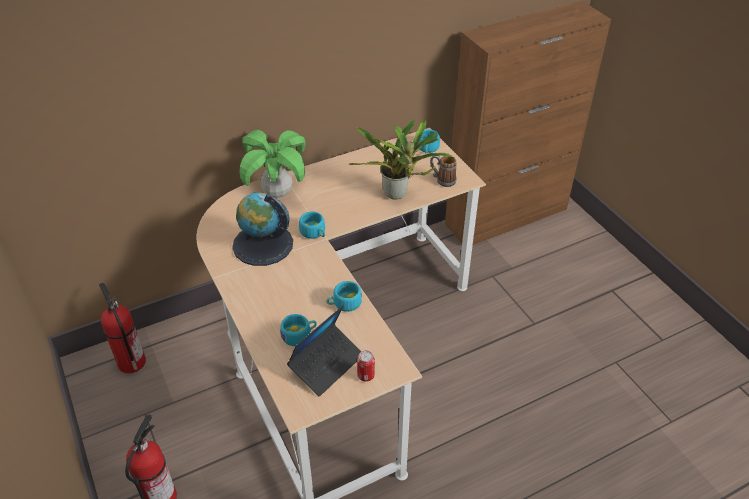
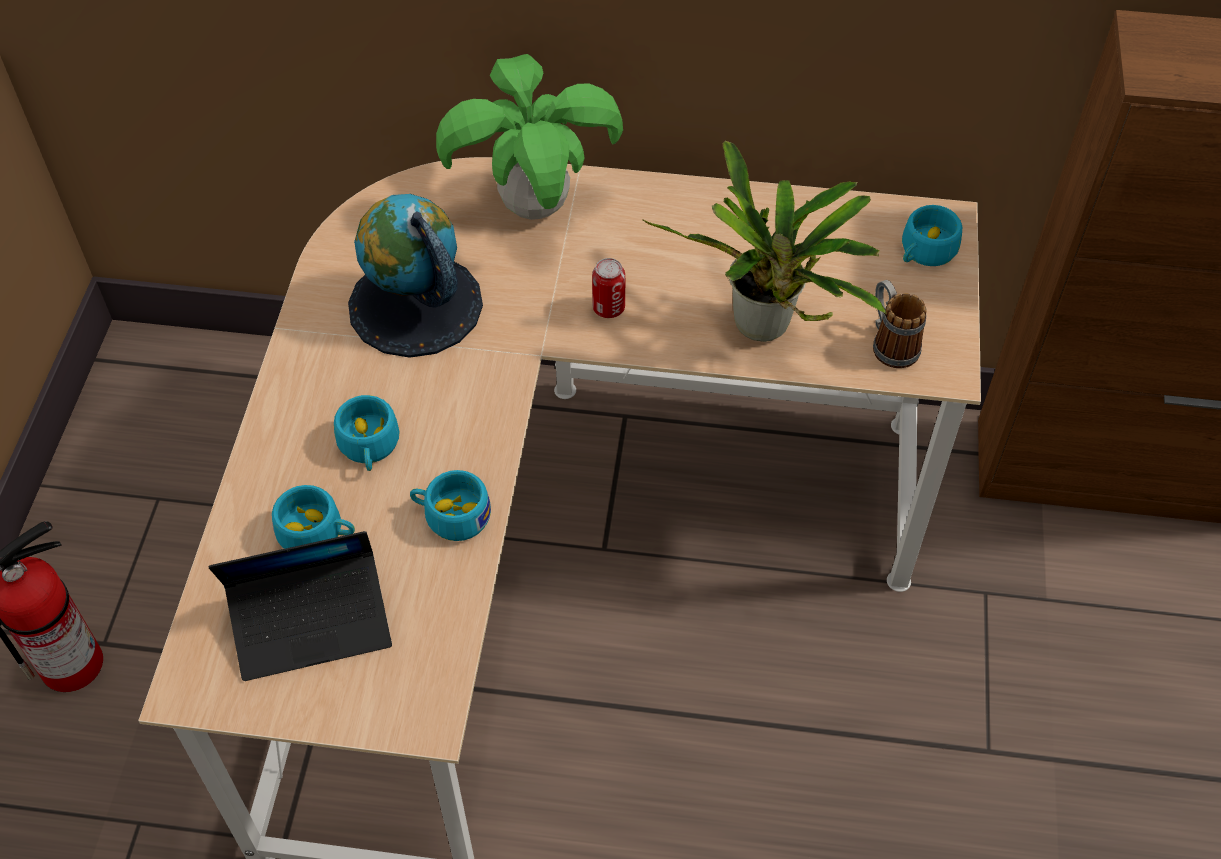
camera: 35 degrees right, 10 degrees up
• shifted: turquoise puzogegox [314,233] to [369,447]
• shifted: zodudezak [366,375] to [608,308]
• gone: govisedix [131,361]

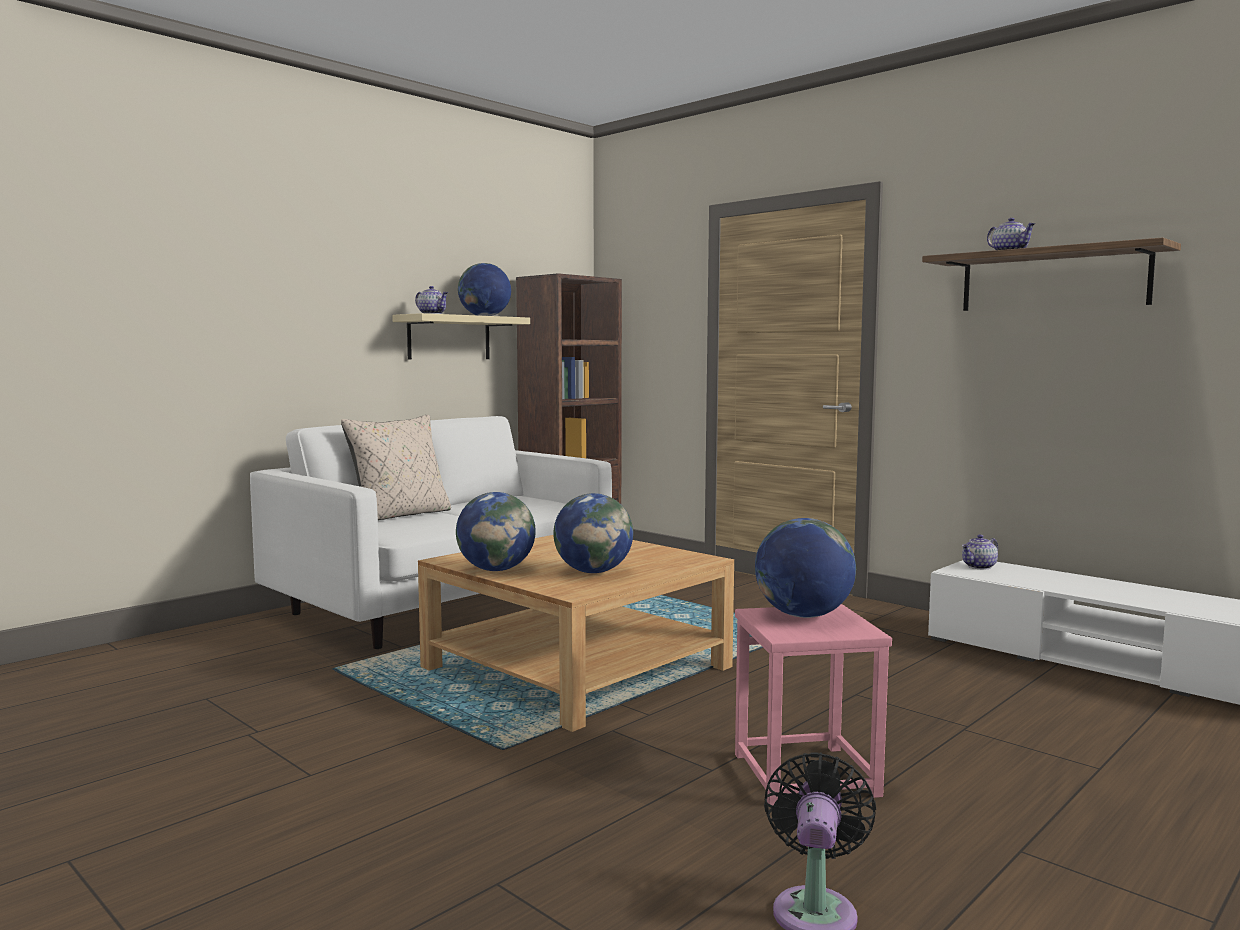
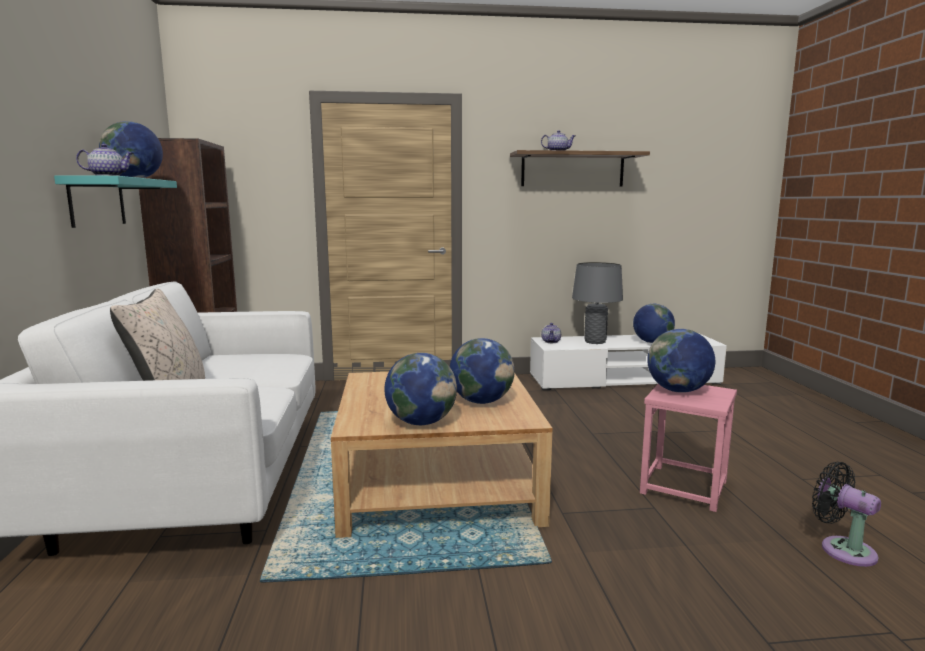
camera: 50 degrees left, 5 degrees up
• repainted: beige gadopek [449,338] to turquoise gadopek [97,202]
• new: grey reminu [595,342]
• new: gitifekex [652,342]

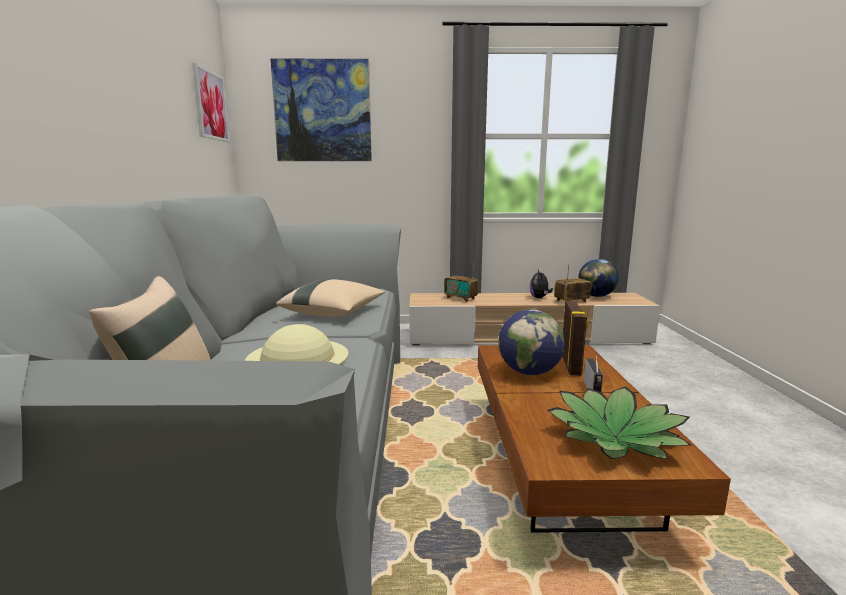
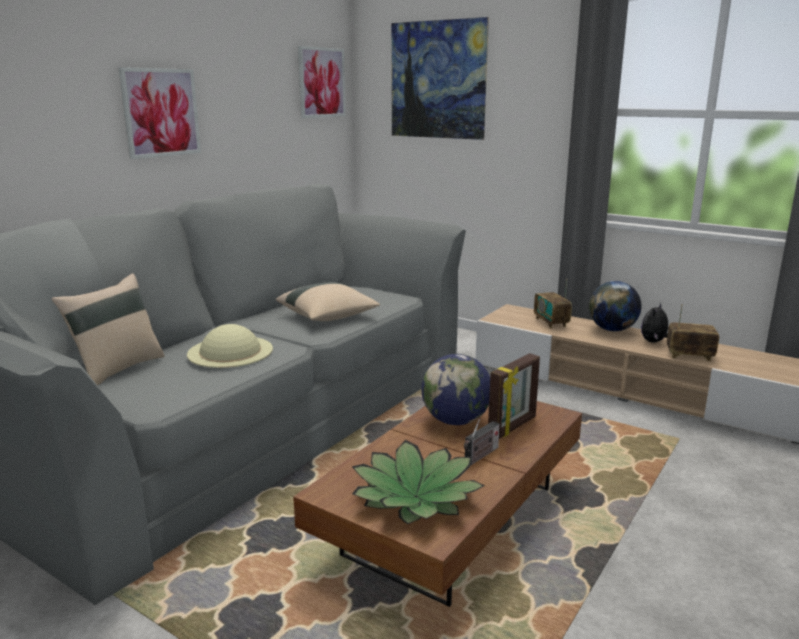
camera: 35 degrees right, 5 degrees up
• new: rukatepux [161,112]
• shifted: gitifekex [596,296] to [612,330]

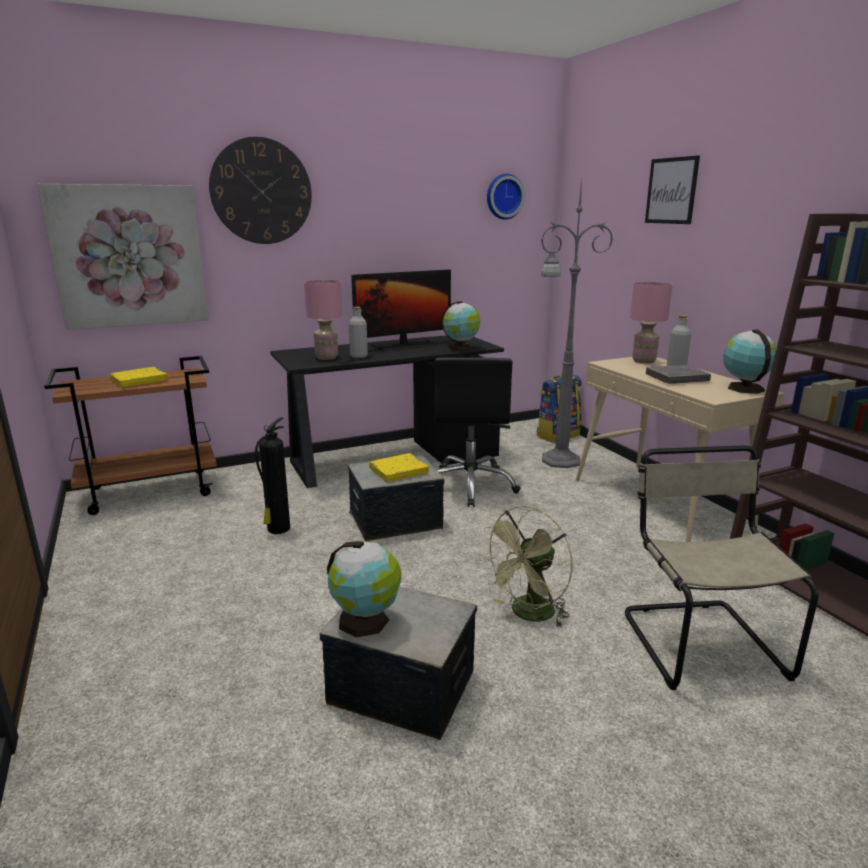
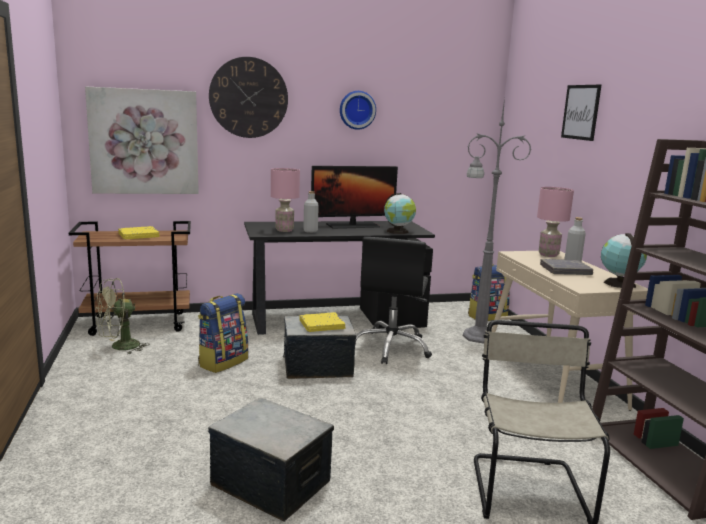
camera: 10 degrees right, 5 degrees down
• shifted: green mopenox [528,615] to [119,347]
• swapped: govisedix [278,529] to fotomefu [223,362]
• shifted: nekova [503,196] to [357,110]
• gone: gitifekex [366,621]

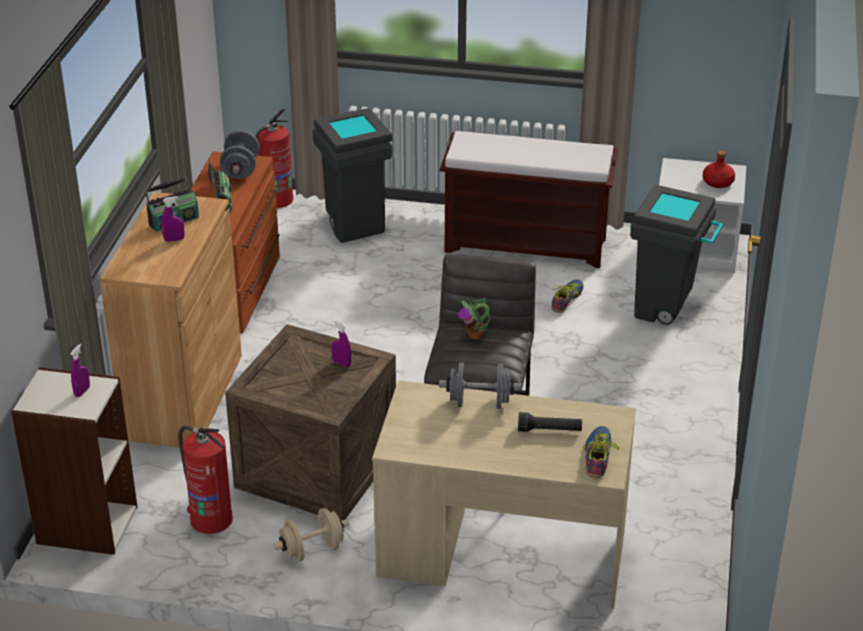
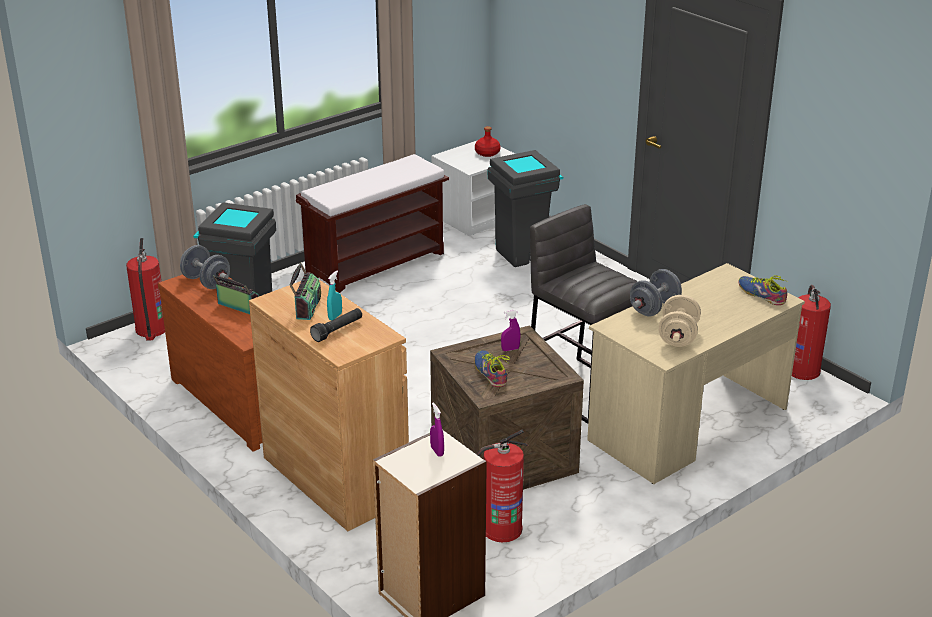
camera: 50 degrees left, 5 degrees down
• shifted: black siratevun [549,430] to [337,330]
• repainted: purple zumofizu [174,240] to turquoise zumofizu [335,316]
• shifted: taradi [566,299] to [490,372]
• shifted: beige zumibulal [312,550] to [678,336]
• new: govisedix [803,370]
• gone: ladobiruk [476,335]

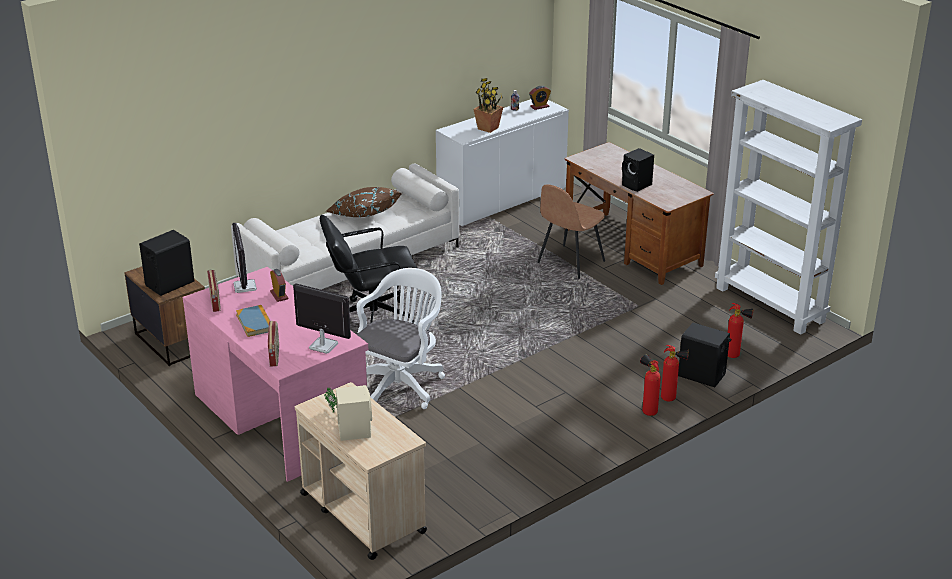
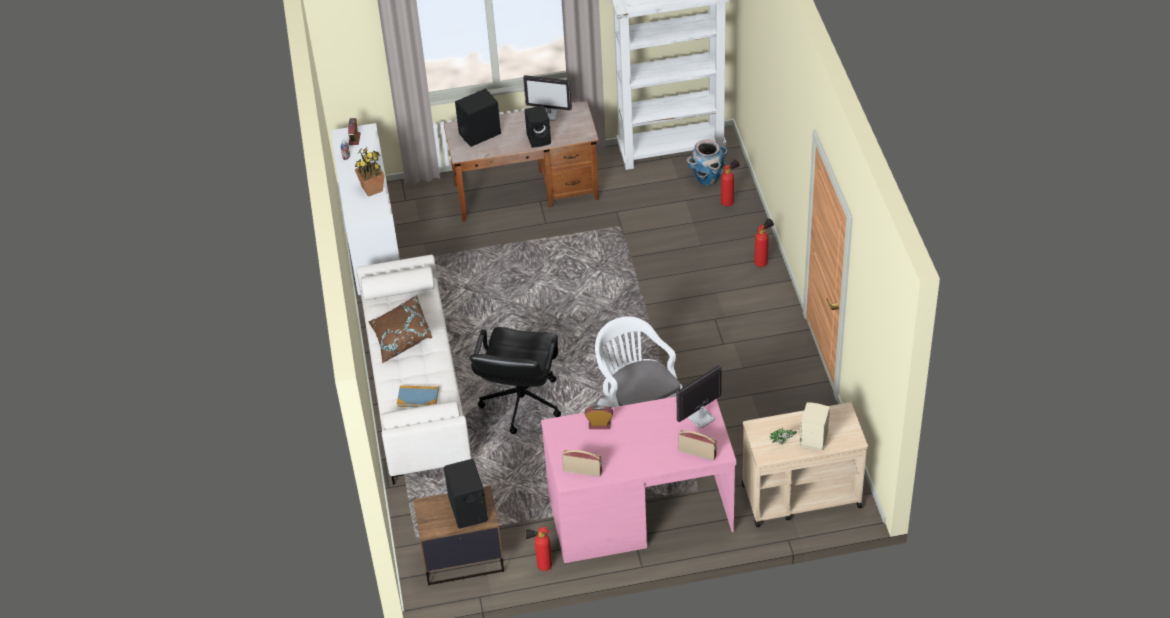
camera: 60 degrees left, 15 degrees up
• shifted: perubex [255,323] to [418,398]
• shifted: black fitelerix [702,375] to [480,134]
• shifted: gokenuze [245,287] to [549,114]
• shifted: govisedix [647,411] to [541,566]
• new: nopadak [707,179]
• gone: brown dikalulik [569,262]

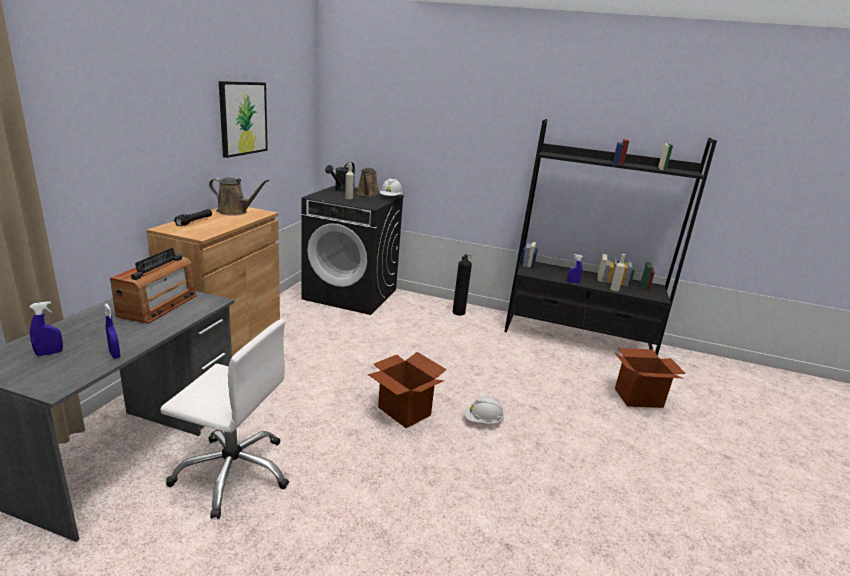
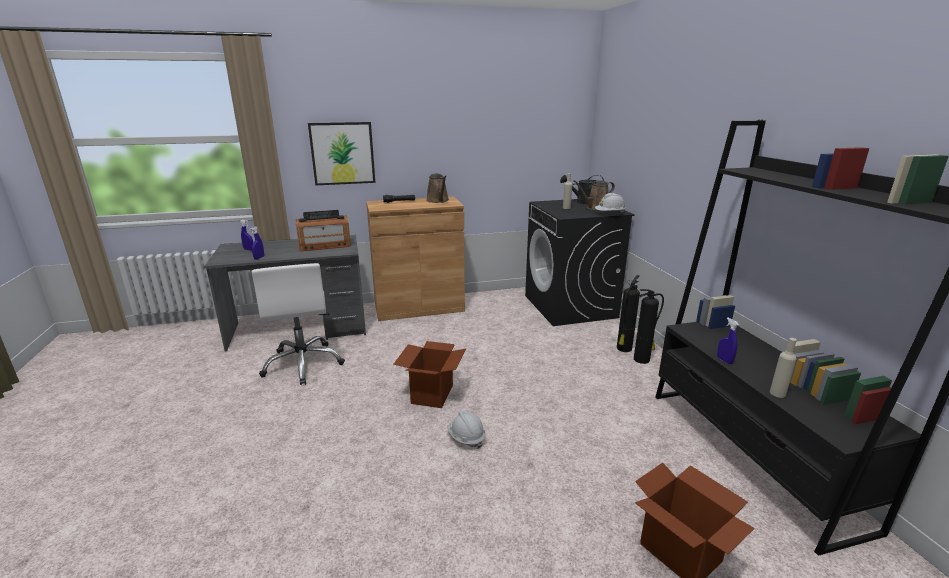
camera: 60 degrees right, 0 degrees up
• shifted: rukatepux [243,118] to [342,153]
• new: govisedix [623,349]

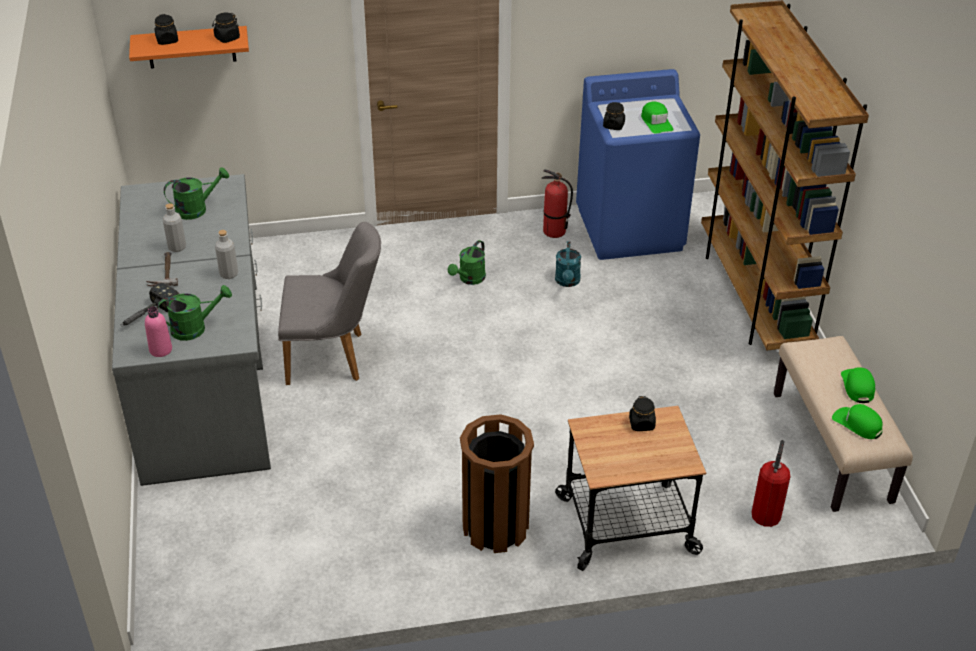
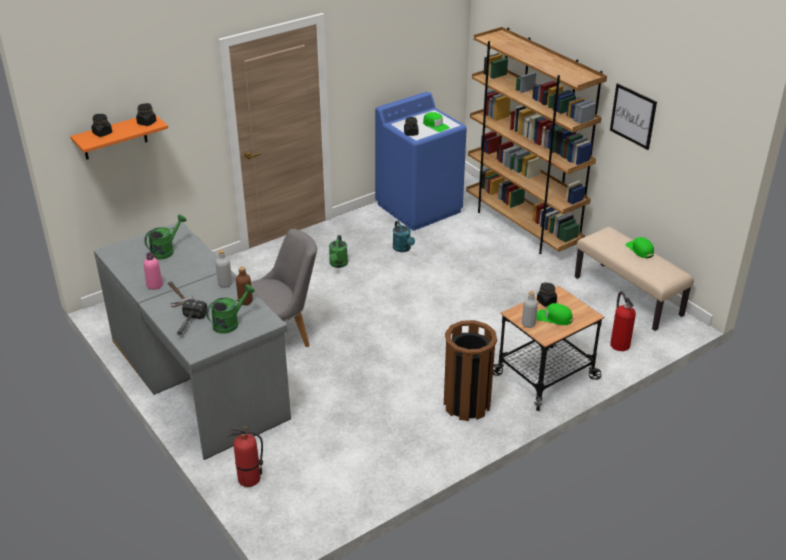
camera: 25 degrees left, 5 degrees down
• shifted: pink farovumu [160,350] to [154,285]
• shifted: govisedix [554,232] to [249,479]
• new: brown farovumu [245,301]
• shifted: grey farovumu [177,247] to [528,324]
• shifted: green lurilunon [857,424] to [554,318]
• new: rukatepux [633,116]

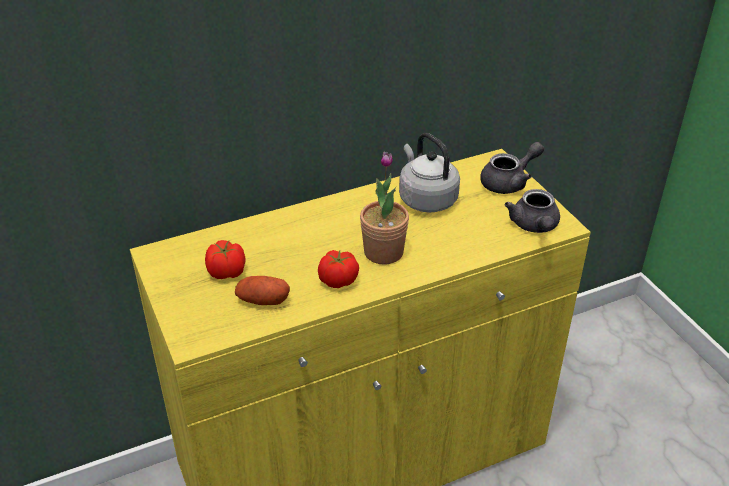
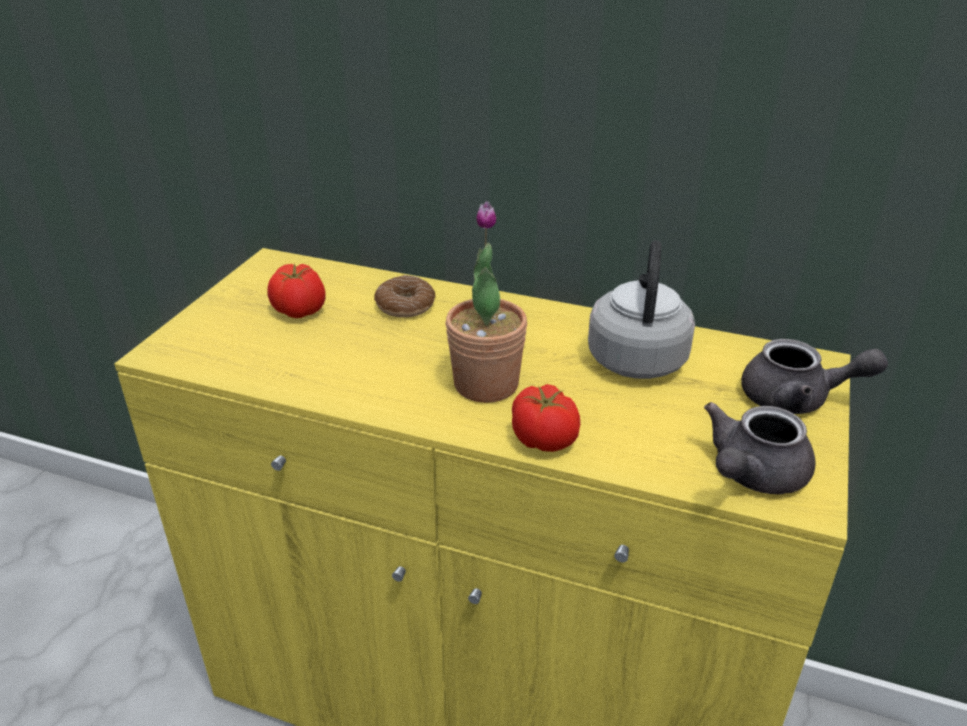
camera: 45 degrees right, 5 degrees down
• new: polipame [405,306]
• shifted: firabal [338,281] to [544,440]
• gone: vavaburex [263,300]

